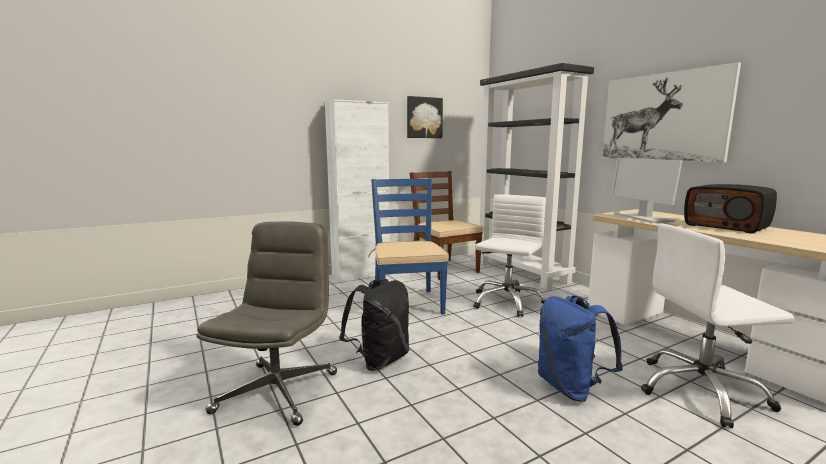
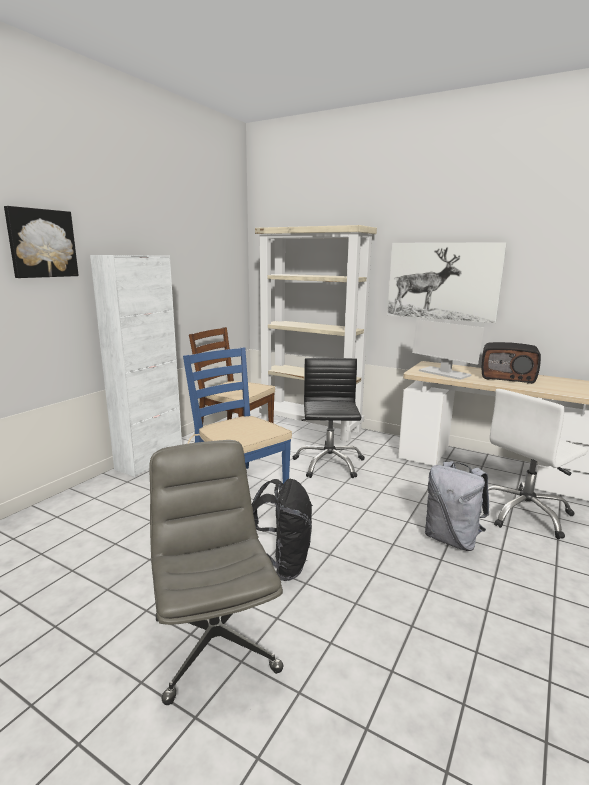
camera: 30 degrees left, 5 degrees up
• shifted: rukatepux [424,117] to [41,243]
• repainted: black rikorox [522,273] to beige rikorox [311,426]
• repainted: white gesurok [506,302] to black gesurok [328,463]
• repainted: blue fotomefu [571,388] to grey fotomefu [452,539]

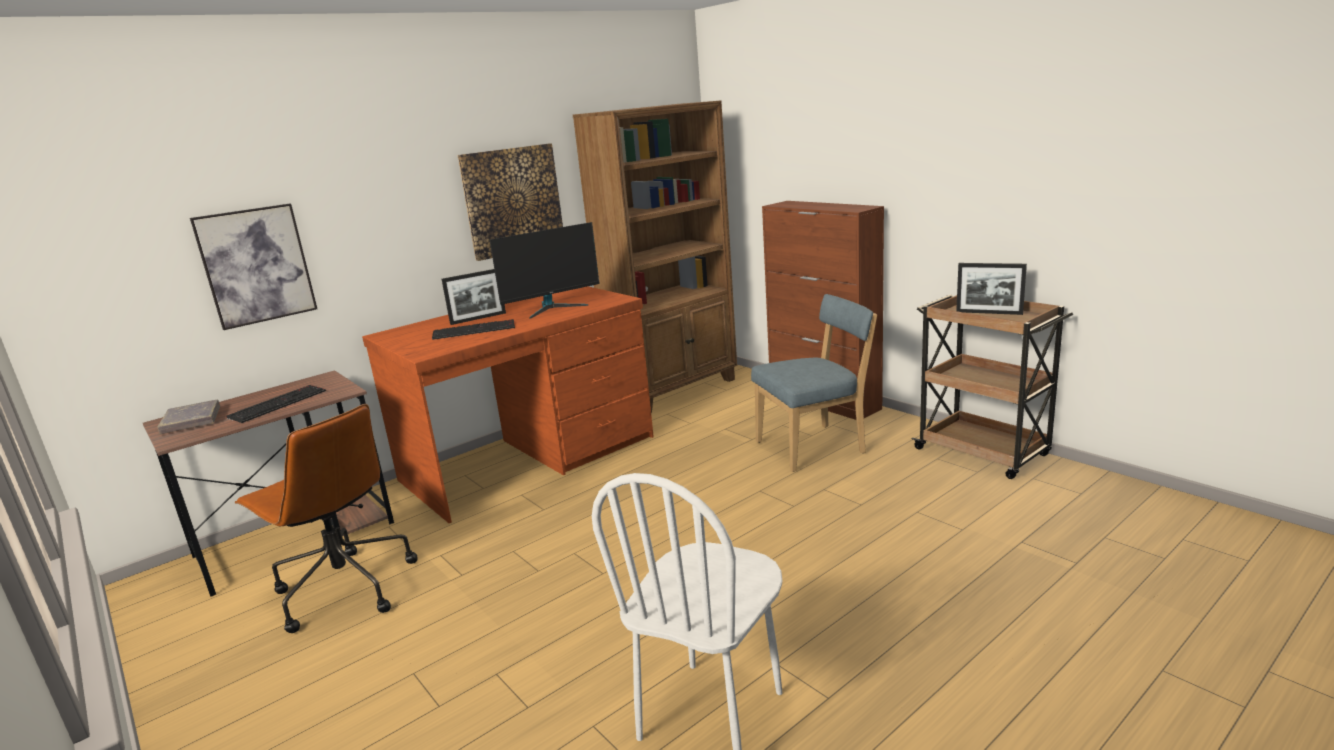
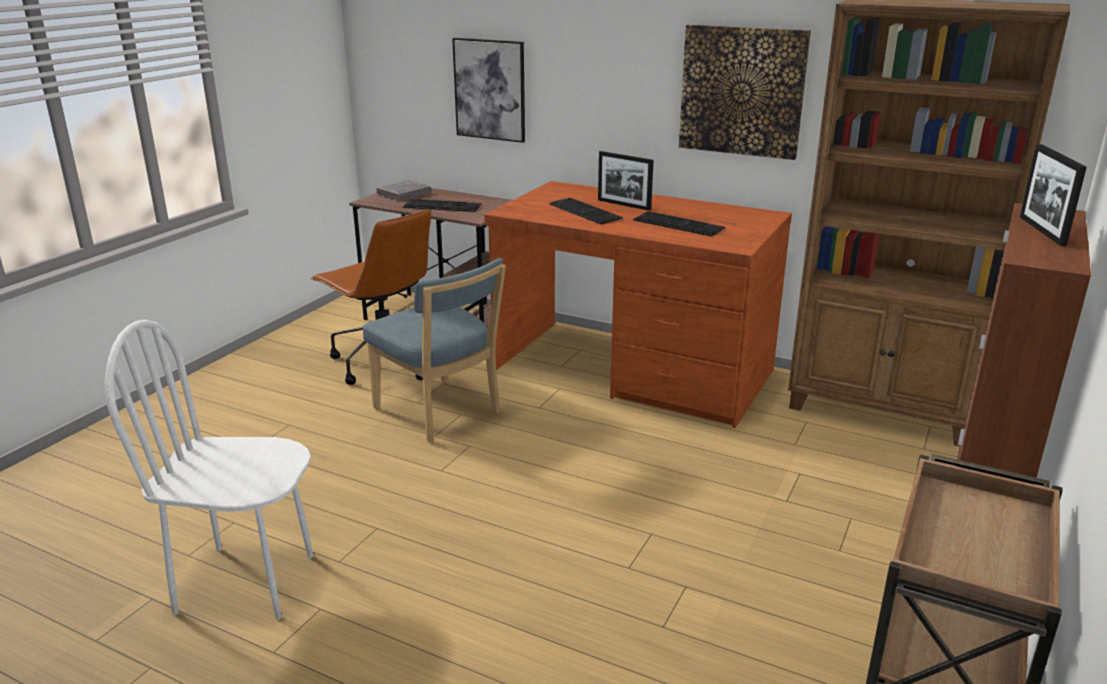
camera: 65 degrees right, 5 degrees up
• rotated: brown gesurok [344,588] = [385,361] 60 degrees counterclockwise
• shifted: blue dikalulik [815,446] to [440,413]
• swapped: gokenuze [552,308] to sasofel [680,224]
• shifted: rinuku [989,313] to [1042,231]

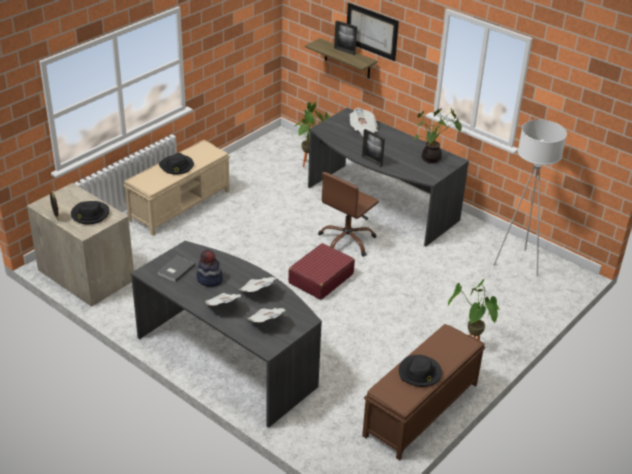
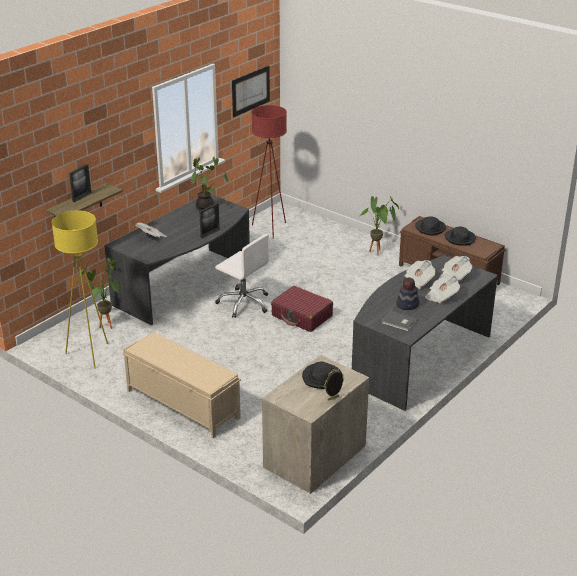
camera: 90 degrees left, 5 degrees down
• new: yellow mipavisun [90,355]
• repainted: brown gesurok [347,241] to white gesurok [244,303]
• shifted: rukatepux [371,31] to [250,91]
• repainted: white mipavisun [518,263] to red mipavisun [270,229]
• shifted: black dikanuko [177,166] to [430,228]

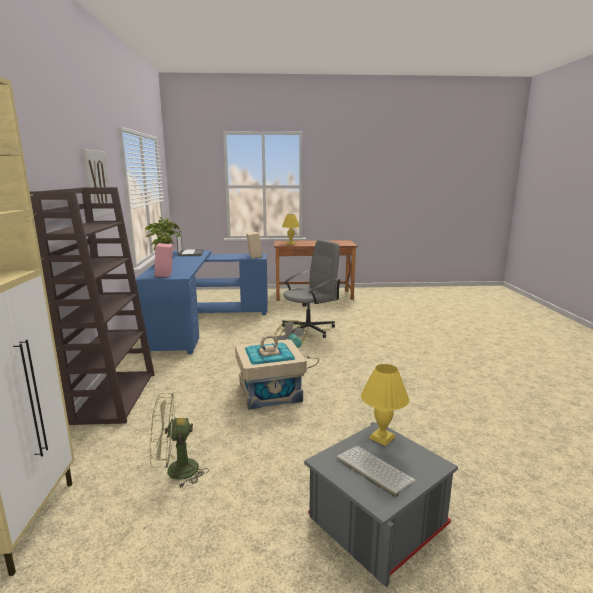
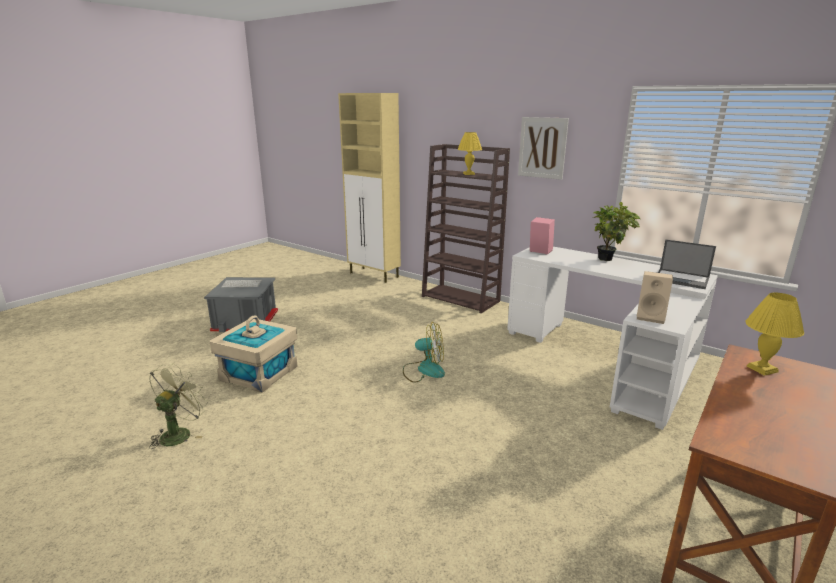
camera: 130 degrees right, 5 degrees up
• shifted: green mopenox [175,472] to [180,433]
• shifted: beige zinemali [270,392] to [259,373]
• shifted: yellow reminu [382,438] to [468,174]
• repainted: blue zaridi [200,322] to white zaridi [609,358]
• gone: grey gesurok [309,329]

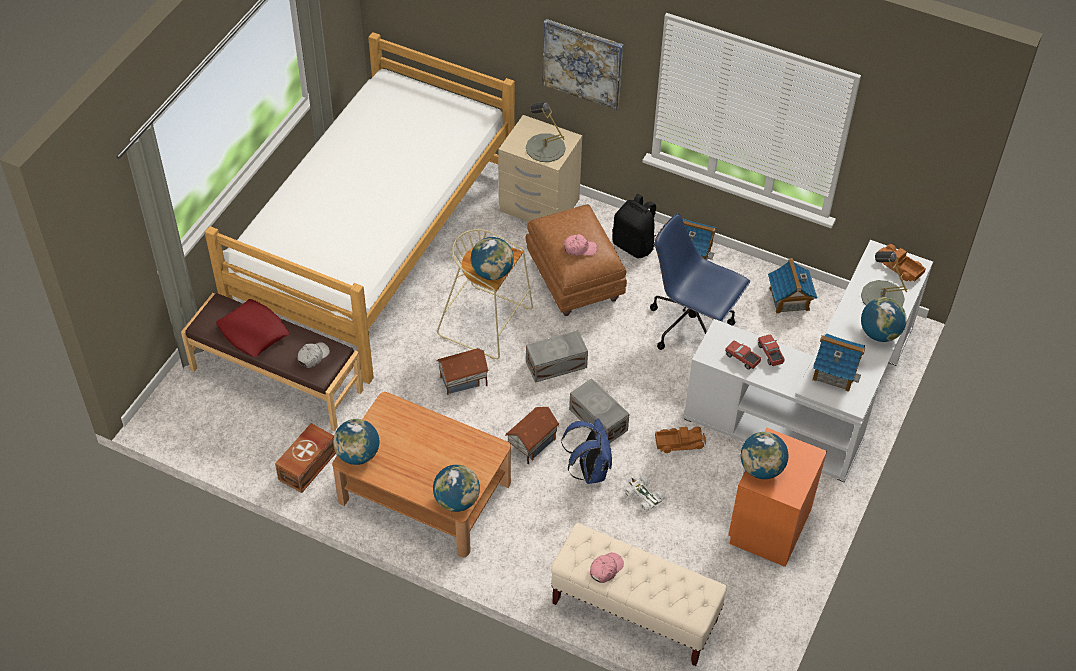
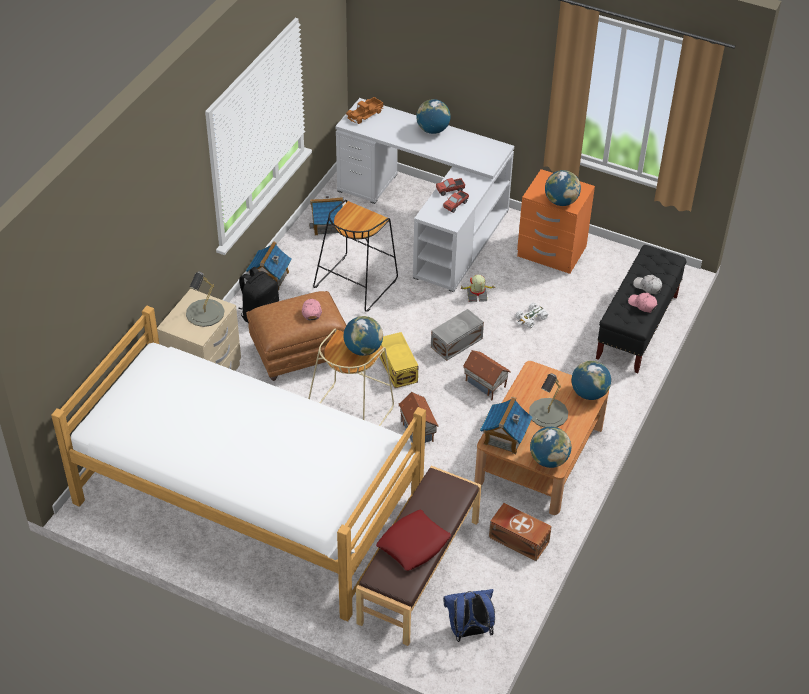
camera: 90 degrees left, 5 degrees down
• swapped: blue gesurok [692,326] to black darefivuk [356,282]
• repainted: grey zinemali [557,365] to yellow zinemali [398,367]
• shifted: blue fotomefu [589,470] to [469,631]
• swapped: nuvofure [679,442] to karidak [477,296]
• shifted: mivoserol [835,371] to [504,437]
• shifted: grey reminu [882,297] to [548,413]
• repainted: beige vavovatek [634,612] to black vavovatek [637,327]
• shifted: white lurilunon [313,356] to [647,287]
• gone: rukatepux [582,63]

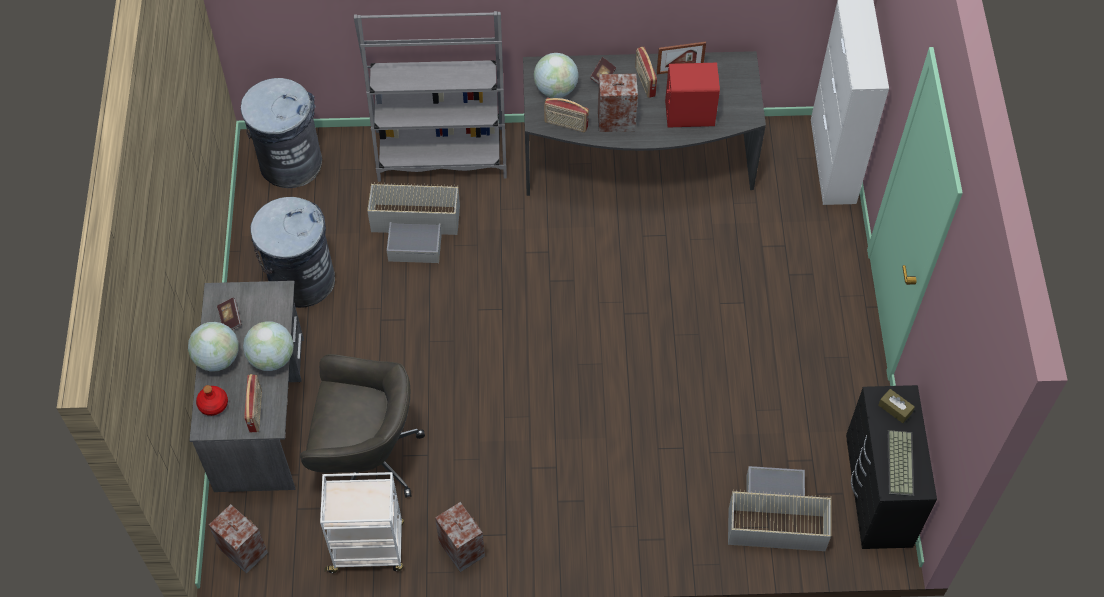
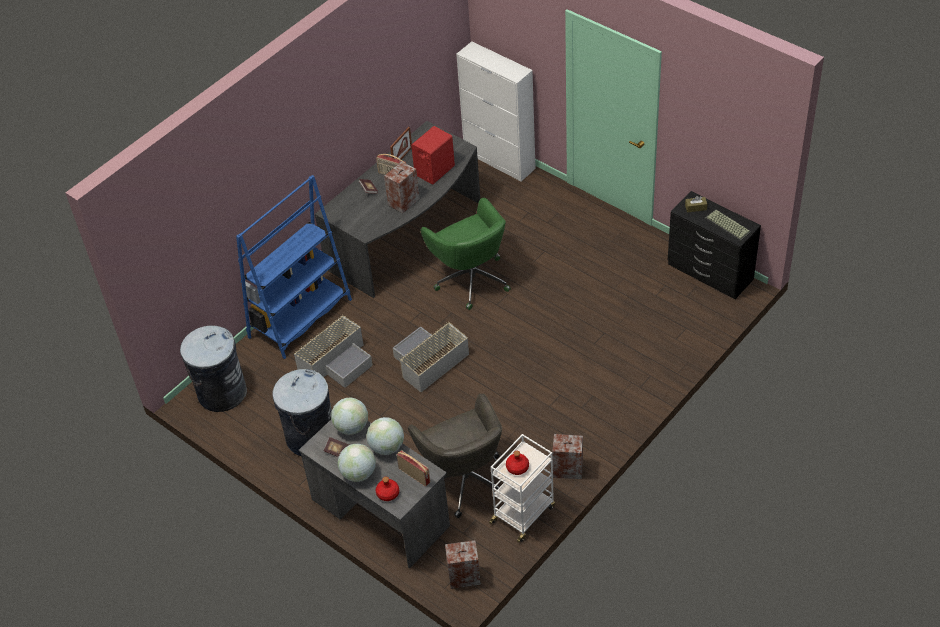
camera: 45 degrees left, 10 degrees down
• repainted: grey rikorox [441,154] to blue rikorox [300,318]
• shifted: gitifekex [556,89] to [351,427]
• shifted: grey zinemali [774,518] to [429,362]
• rotated: grey gesurok [366,458] = [464,479] 105 degrees clockwise
• new: green gesurok [471,278]
• new: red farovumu [517,467]
• gone: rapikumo [565,125]

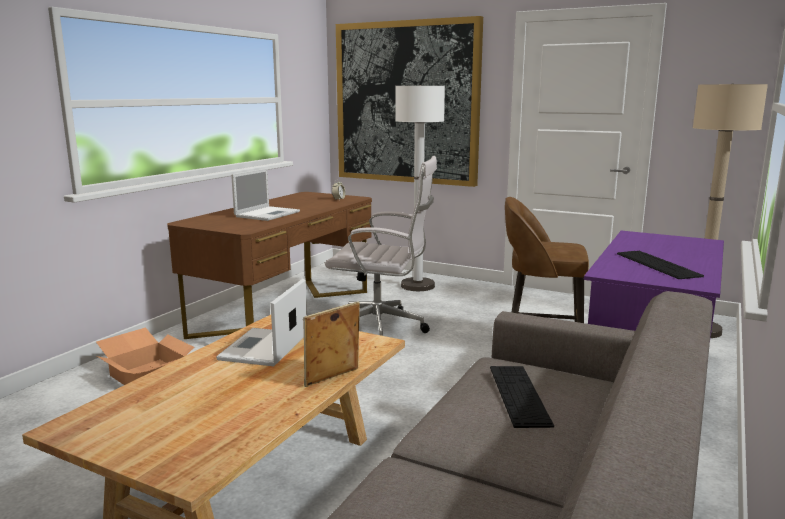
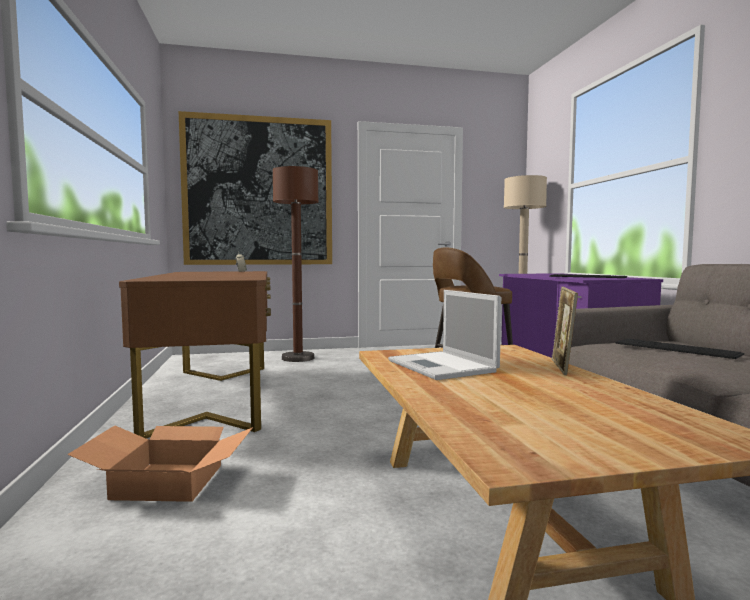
camera: 40 degrees left, 10 degrees down
• repainted: white mipavisun [417,286] to brown mipavisun [298,358]
• gone: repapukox [268,214]
• gone: white gesurok [383,329]

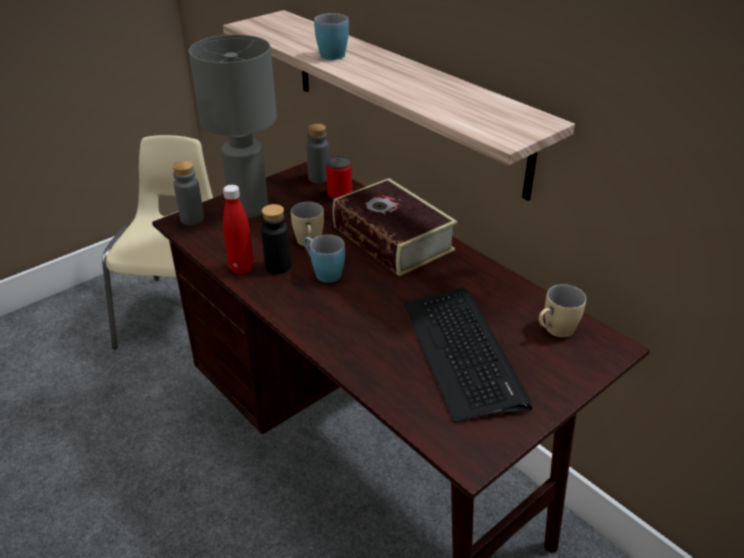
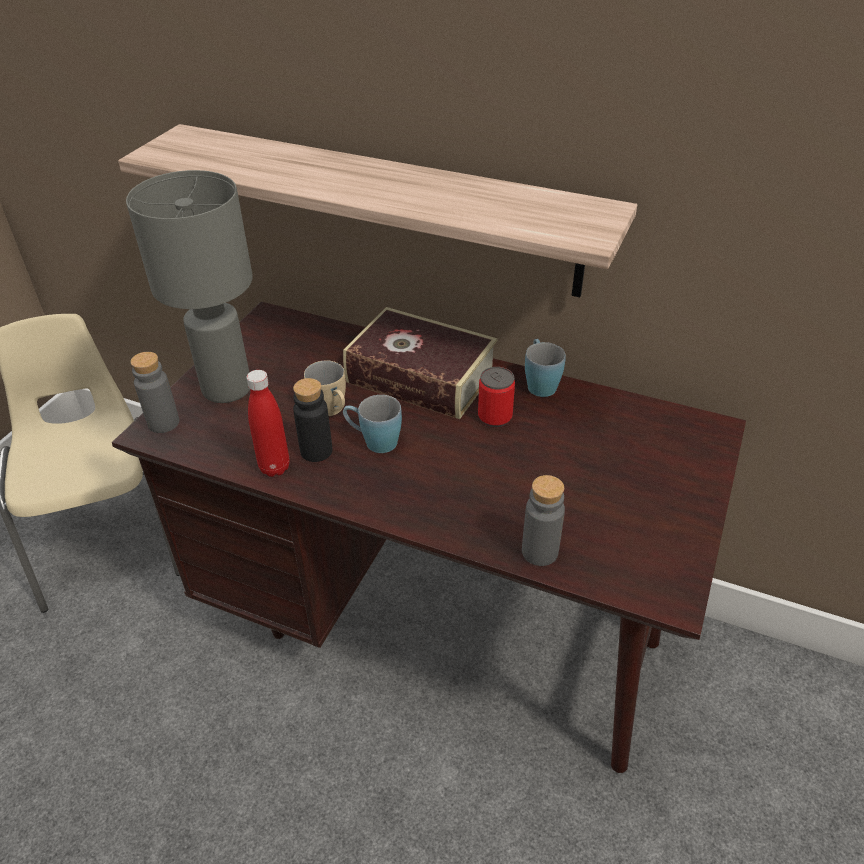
camera: 25 degrees left, 5 degrees up
• shifted: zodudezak [339,194] to [495,417]
• shifted: grey farovumu [319,178] to [539,552]
• shifted: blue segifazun [334,53] to [539,383]
• gone: sasofel [463,352]
• gone: beige segifazun [554,331]

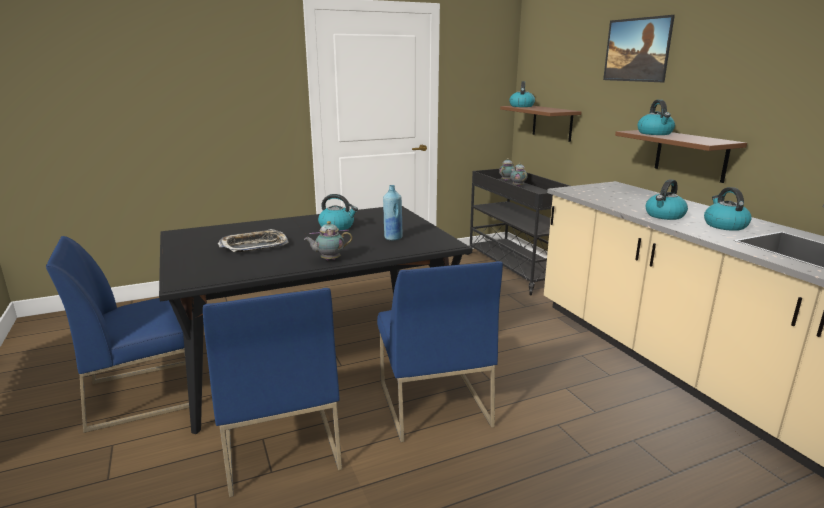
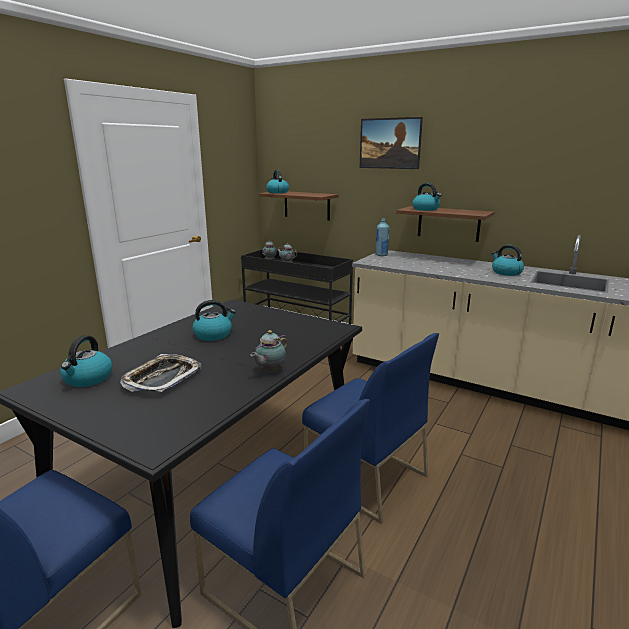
camera: 35 degrees left, 0 degrees up
• shifted: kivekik [664,216] to [88,379]
• shifted: blue farovumu [393,238] to [381,255]

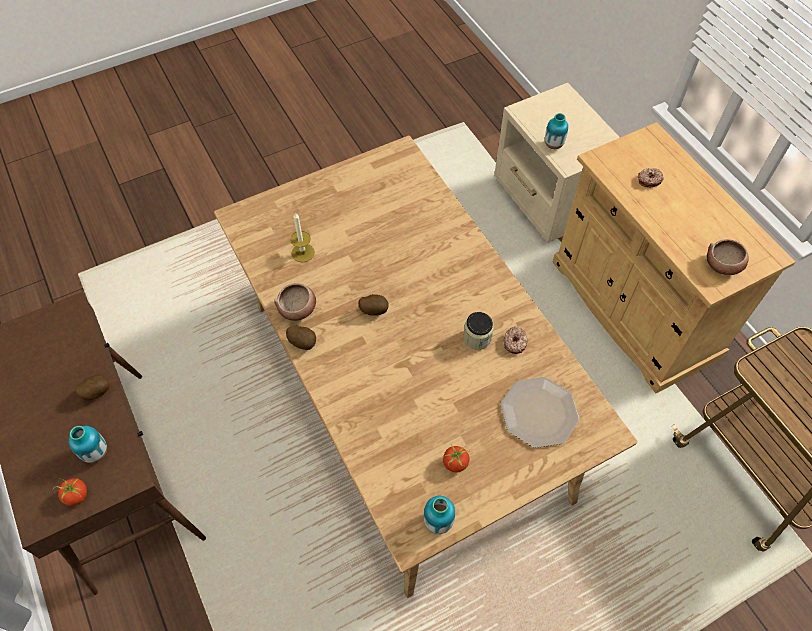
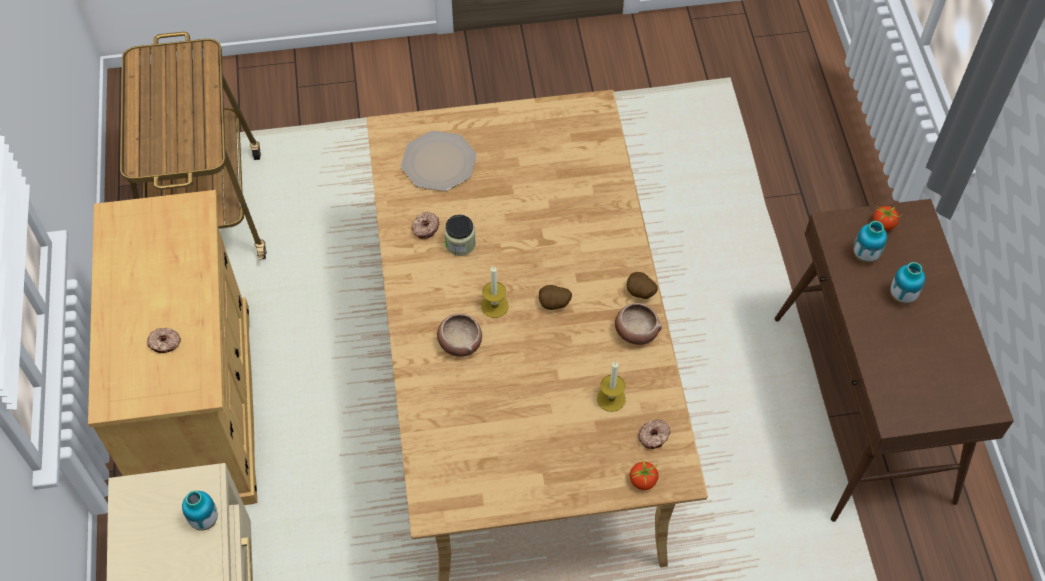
camera: 160 degrees left, 0 degrees up
• shifted: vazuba [723,265] to [460,342]
• new: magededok [494,306]
• shifted: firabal [455,463] to [643,480]
• new: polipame [654,436]
• shifted: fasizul [438,522] to [902,296]
• gone: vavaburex [96,392]

